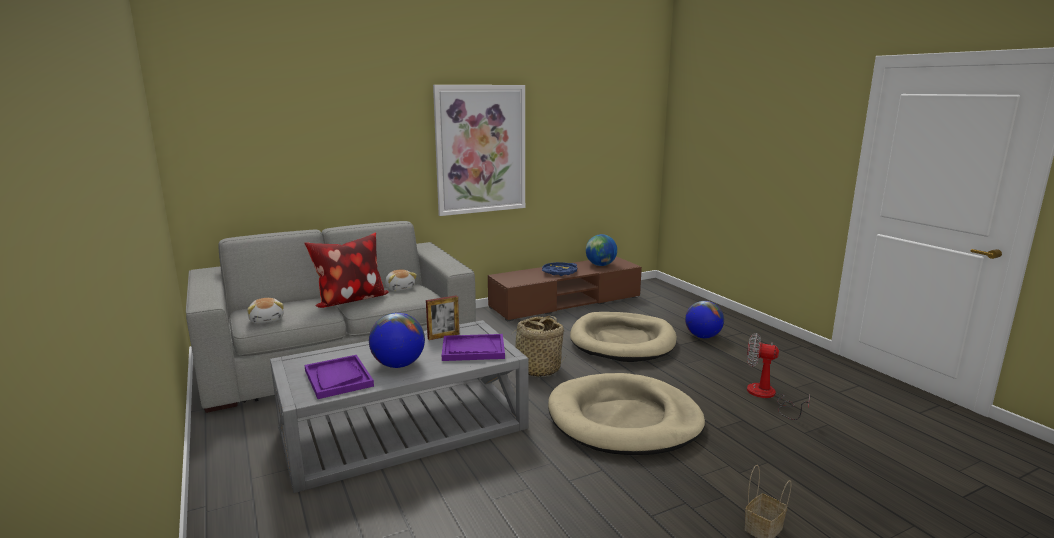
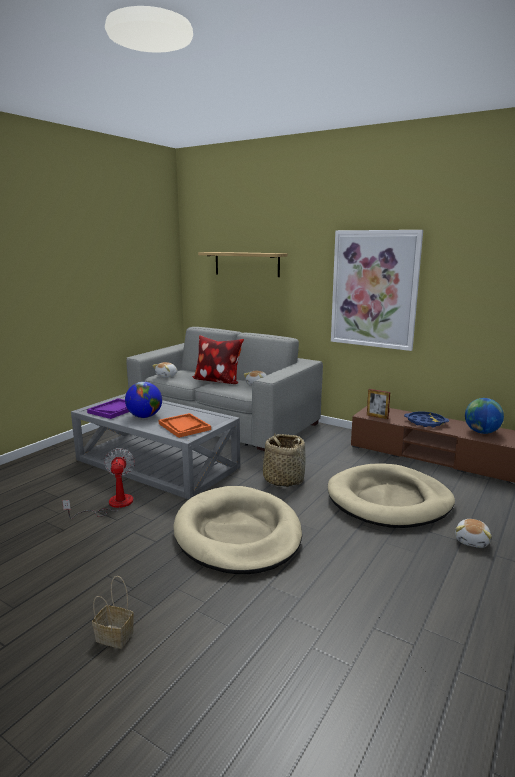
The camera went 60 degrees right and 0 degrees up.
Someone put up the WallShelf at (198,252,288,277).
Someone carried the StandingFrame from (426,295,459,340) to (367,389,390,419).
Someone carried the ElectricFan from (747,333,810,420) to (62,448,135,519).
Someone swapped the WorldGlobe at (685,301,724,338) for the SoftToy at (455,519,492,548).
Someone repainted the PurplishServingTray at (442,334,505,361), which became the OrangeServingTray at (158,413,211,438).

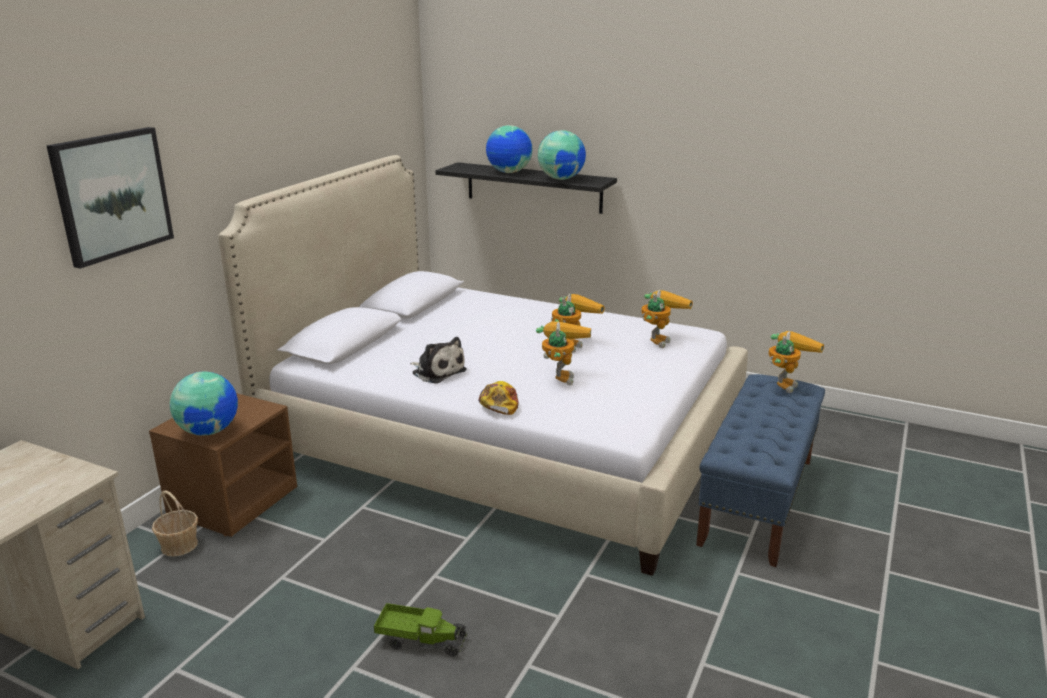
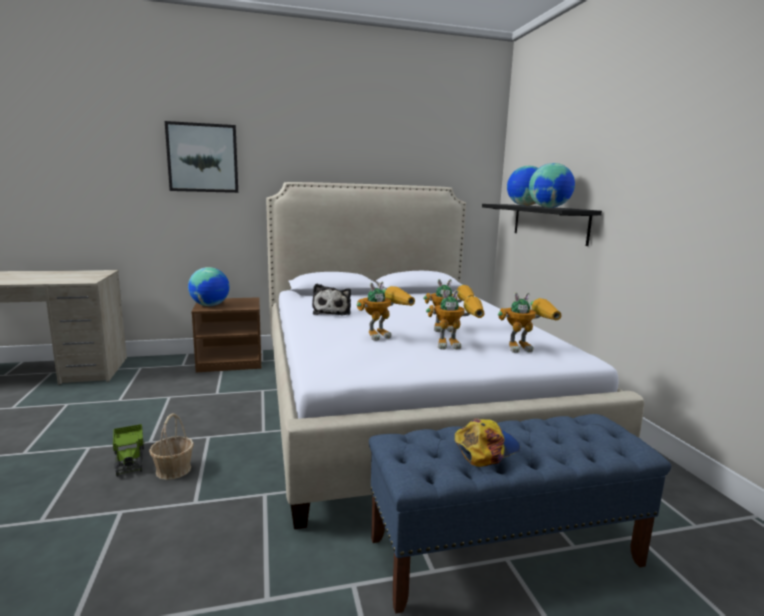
The camera went 50 degrees right and 10 degrees down.
Someone carried the Basket from (152,490,198,557) to (149,413,194,480).
Someone carried the BaseballCap from (478,381,519,415) to (455,418,520,467).
Someone carried the RobotFigure from (769,331,824,393) to (426,290,485,350).

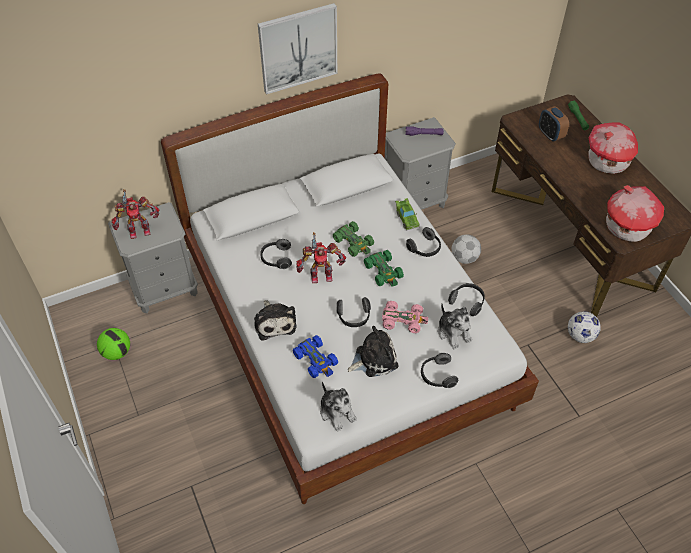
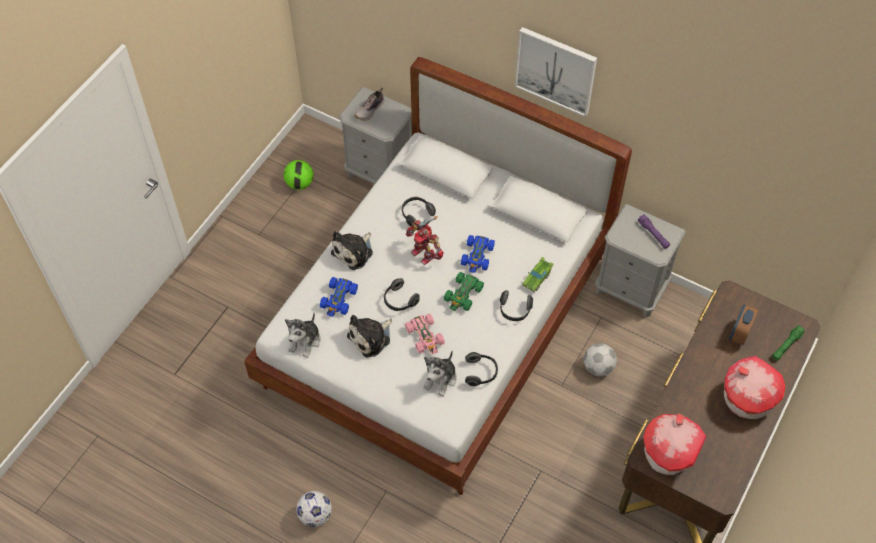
The camera went 55 degrees right and 5 degrees up.
Someone took away the Headphones at (421,353,459,388).
Someone carried the Football from (568,311,601,343) to (296,491,332,527).
Someone swapped the RobotFigure at (112,189,159,239) for the ItemOfFootwear at (354,88,384,120).
Someone repainted the GreenMiniatureCar at (333,221,374,257), which became the BlueColouredMiniatureCar at (461,235,495,273).
Someone rotated the SoftToy at (348,326,399,377) by 105 degrees clockwise.

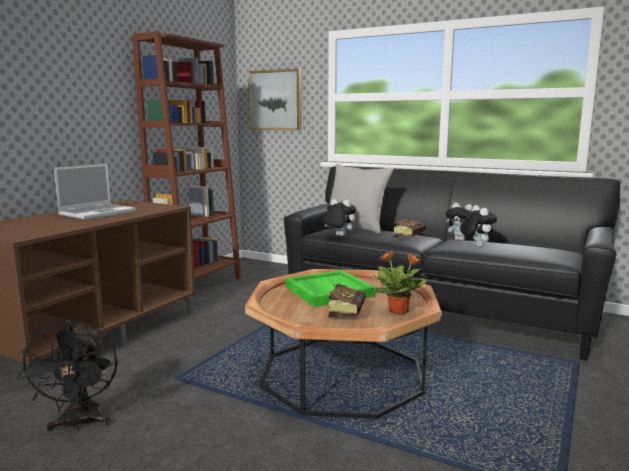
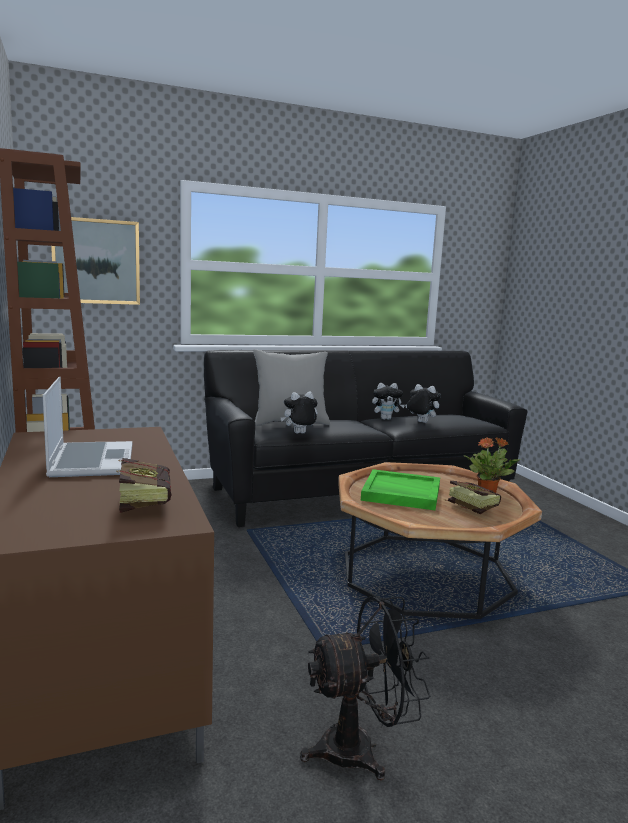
The camera went 50 degrees left and 0 degrees up.
Someone carried the Book from (393,217,426,238) to (119,458,172,513).
Someone rotated the BlackishElectricFan at (18,320,118,431) by 45 degrees counterclockwise.

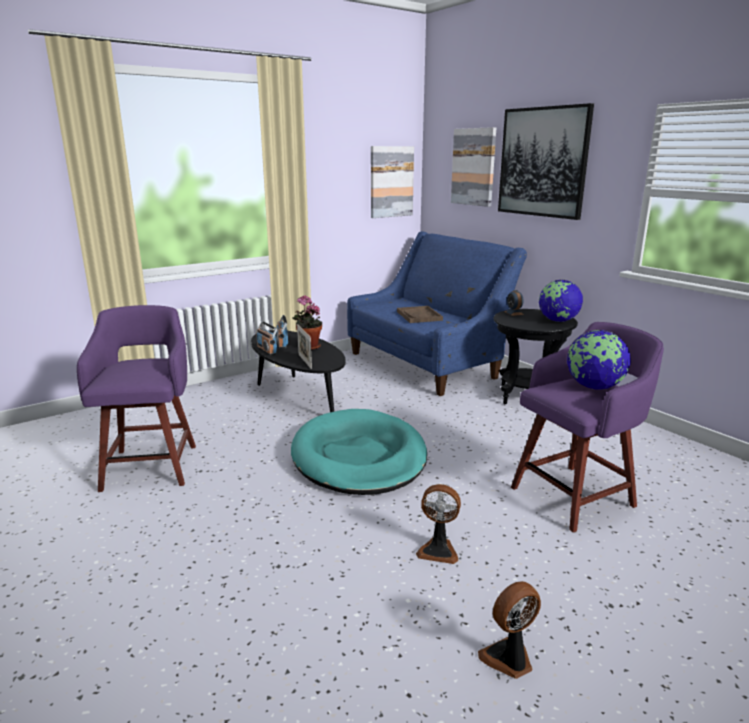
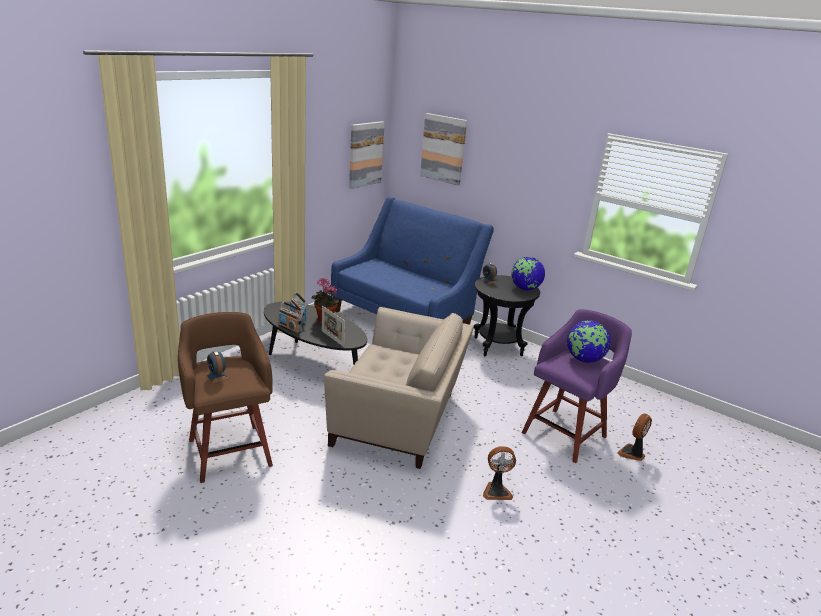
The camera went 20 degrees left and 5 degrees up.
Someone took away the BrownishServingTray at (397,306,443,323).
Someone took away the WallPicture at (498,103,594,220).
Someone put down the TableClock at (206,351,228,383).
Someone carried the ElectricFan from (478,581,541,679) to (617,413,652,461).
Someone swapped the TurquoiseColouredDogBed at (291,409,427,495) for the BeigeColouredArmchair at (324,307,474,469).
Someone repainted the PurplishStool at (77,305,196,492), which became the BrownishStool at (178,312,273,483).

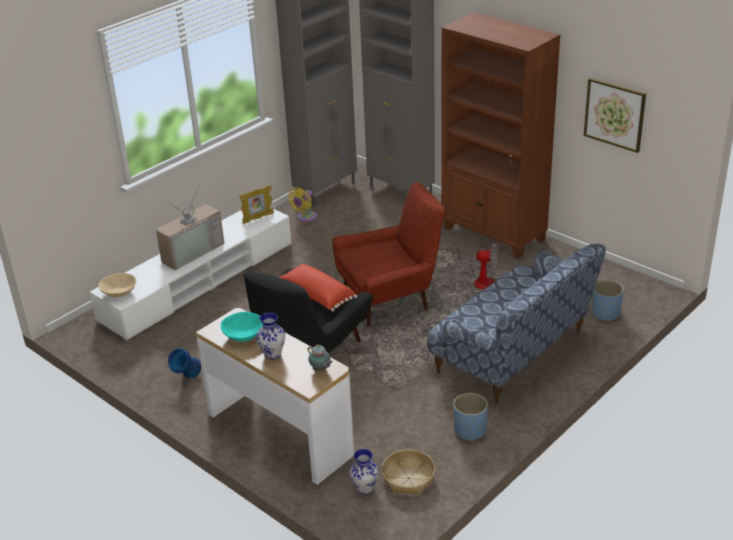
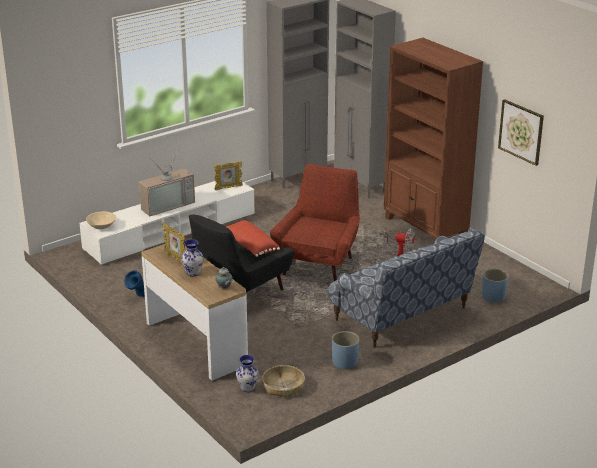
The camera went 10 degrees right and 5 degrees down.
Someone took away the YellowishElectricFan at (288,187,317,222).
Someone swapped the TurquoiseColouredBowl at (220,312,263,342) for the StandingFrame at (162,223,186,263).
Someone rotated the RedColouredArmchair at (332,182,445,327) by 60 degrees counterclockwise.

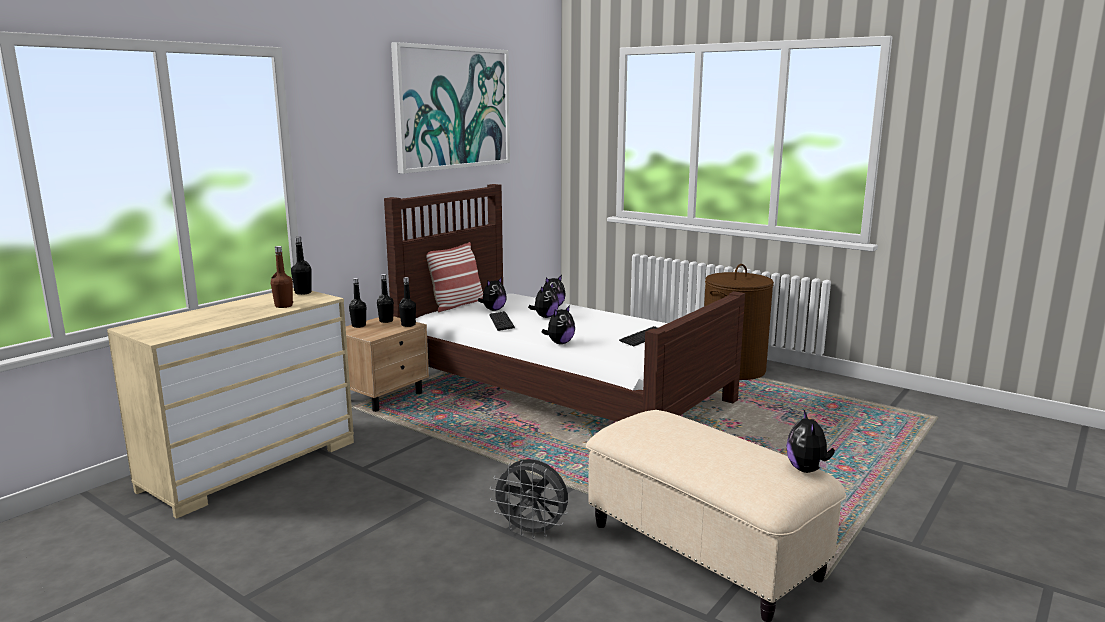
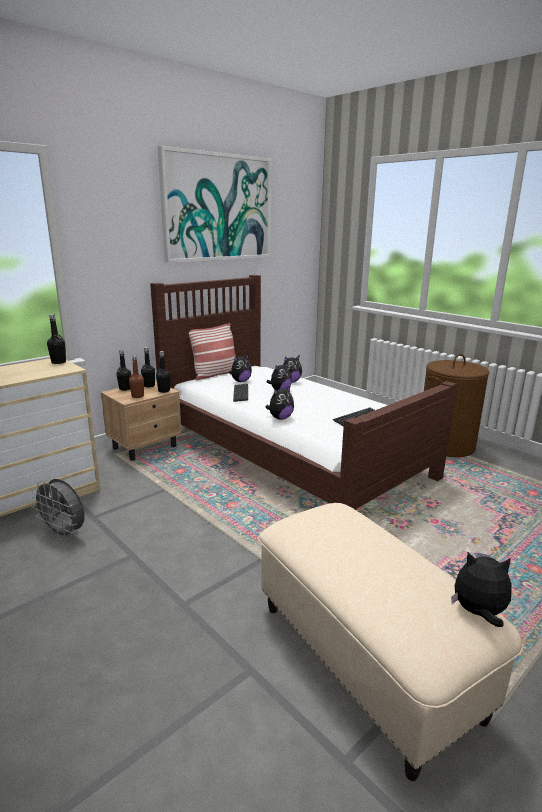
The camera went 10 degrees right and 5 degrees up.
Someone carried the BrownishDrinkBottle from (271,246,293,308) to (129,355,144,398).
Someone carried the GrayElectricFan from (490,459,568,539) to (31,479,85,540).
Someone rotated the SoftToy at (786,410,835,473) by 90 degrees clockwise.

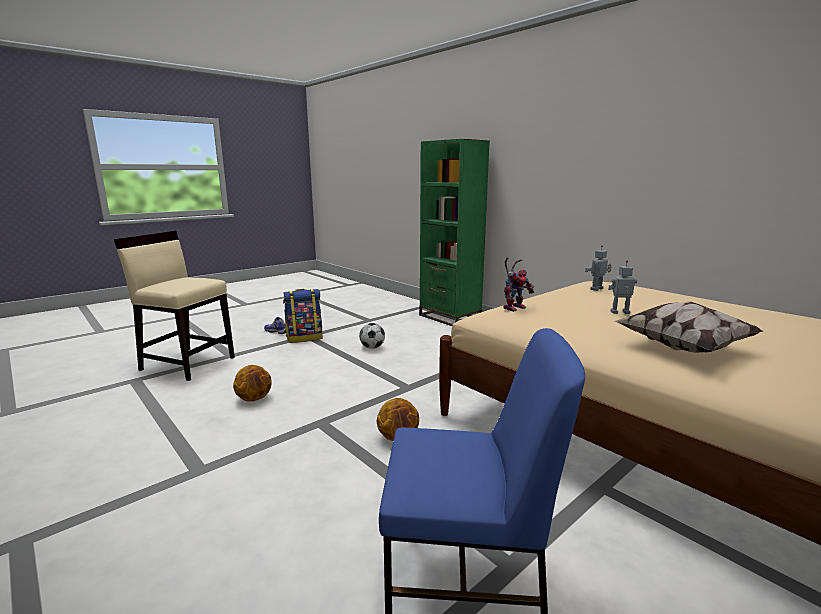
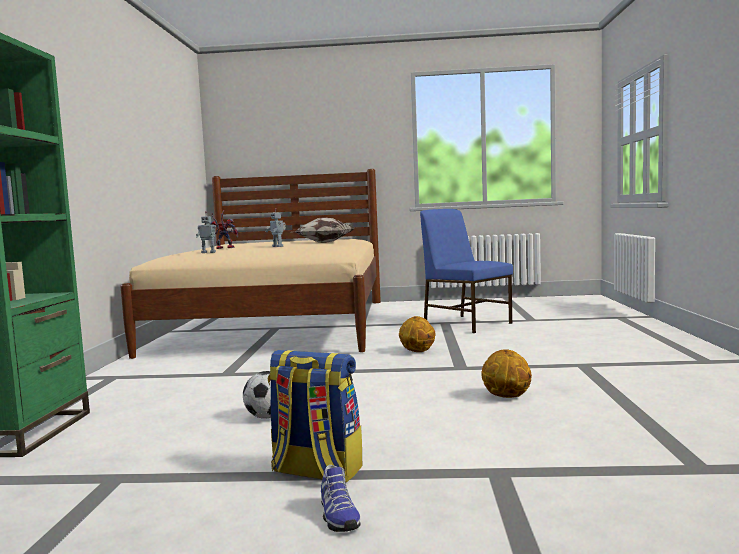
The camera went 135 degrees left and 10 degrees down.
Someone took away the BeigeColouredPlainChair at (114,231,235,381).
Someone carried the RobotFigure from (503,257,534,312) to (210,210,238,249).

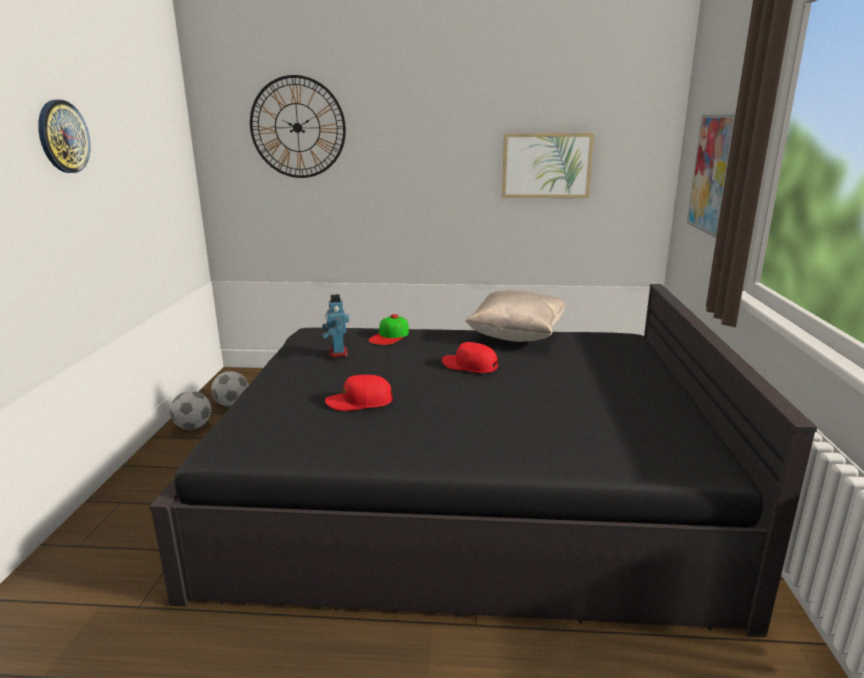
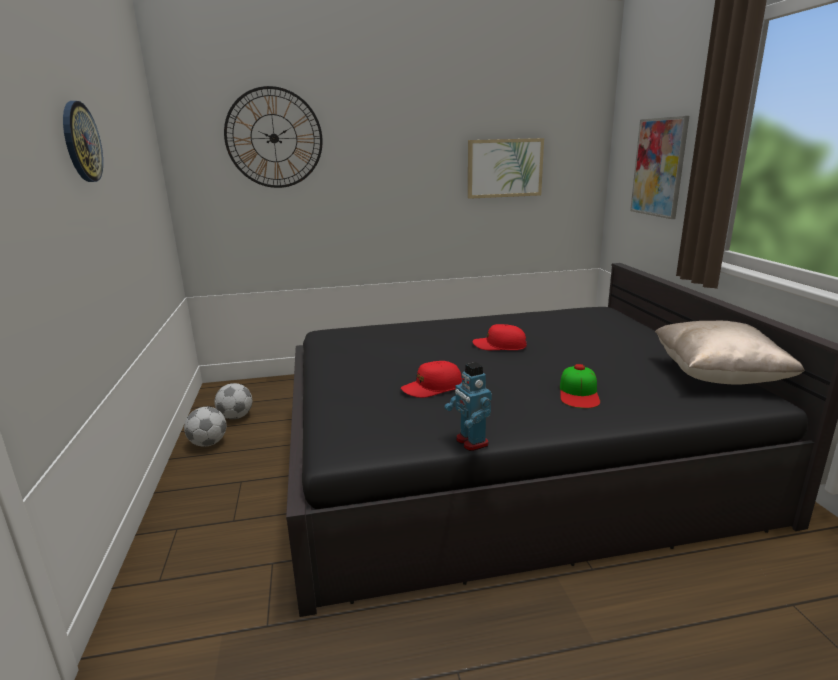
The camera went 15 degrees left and 0 degrees up.
Someone carried the RobotFigure from (322,294,349,357) to (444,362,492,451).
Someone carried the BaseballCap from (368,314,409,345) to (560,364,600,408).
Someone carried the BeigeColouredThrowPillow from (465,290,566,342) to (655,321,805,385).

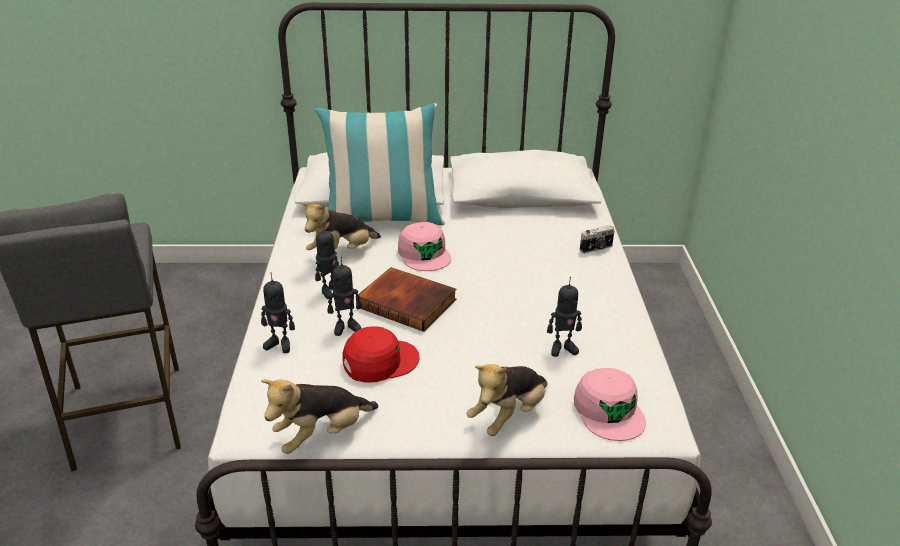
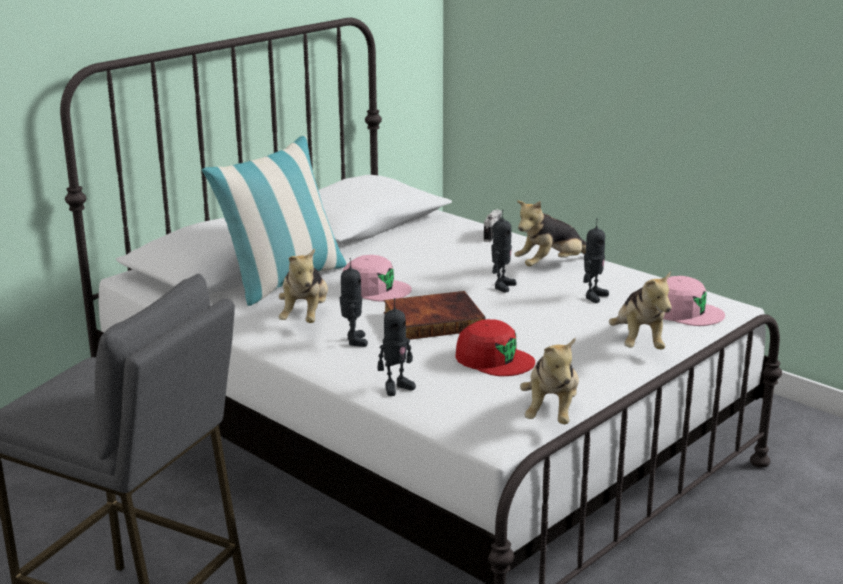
The camera went 45 degrees left and 10 degrees down.
Someone put down the SoftToy at (514,200,586,266).
Someone carried the RobotFigure from (328,257,362,336) to (491,210,516,293).
Someone rotated the RedColouredBaseballCap at (343,326,419,383) by 105 degrees clockwise.

